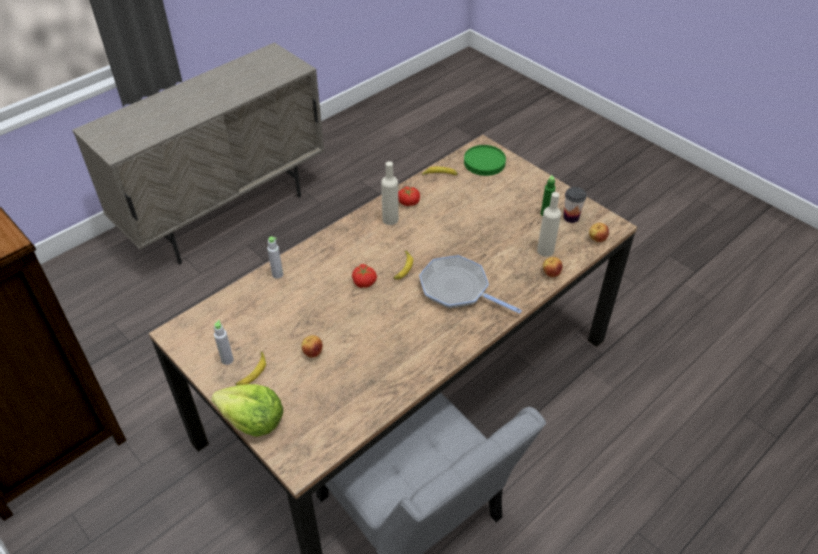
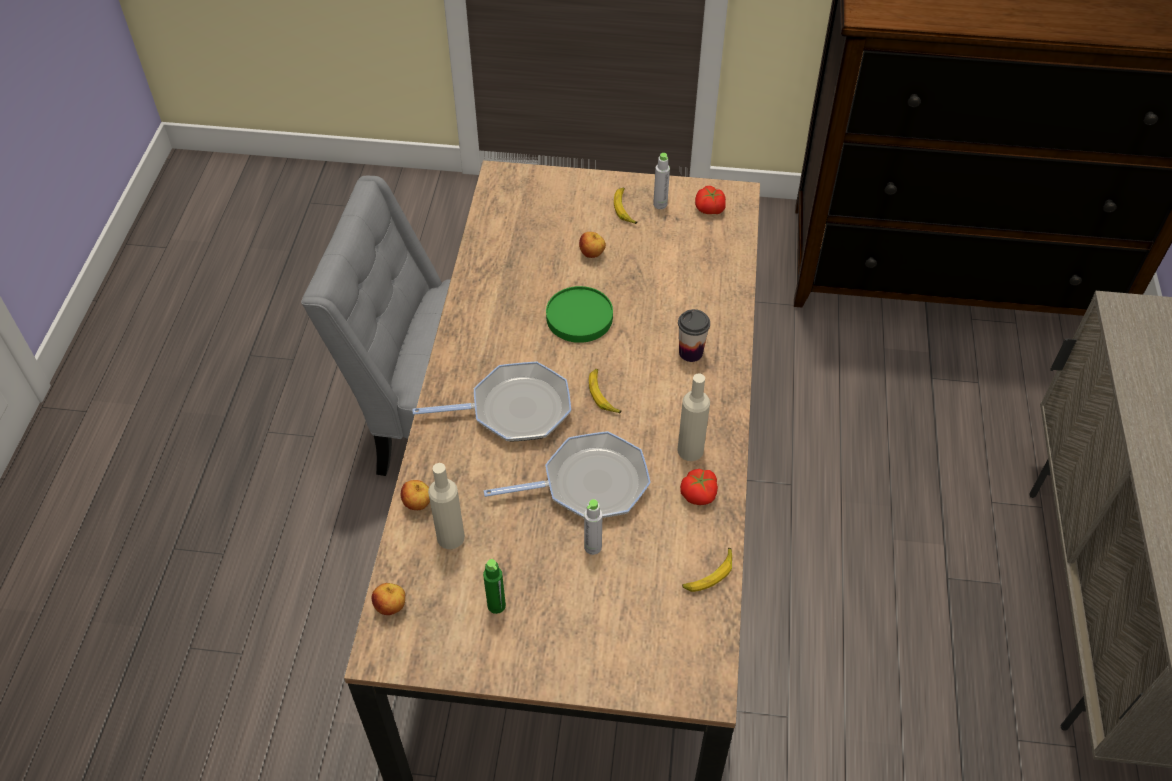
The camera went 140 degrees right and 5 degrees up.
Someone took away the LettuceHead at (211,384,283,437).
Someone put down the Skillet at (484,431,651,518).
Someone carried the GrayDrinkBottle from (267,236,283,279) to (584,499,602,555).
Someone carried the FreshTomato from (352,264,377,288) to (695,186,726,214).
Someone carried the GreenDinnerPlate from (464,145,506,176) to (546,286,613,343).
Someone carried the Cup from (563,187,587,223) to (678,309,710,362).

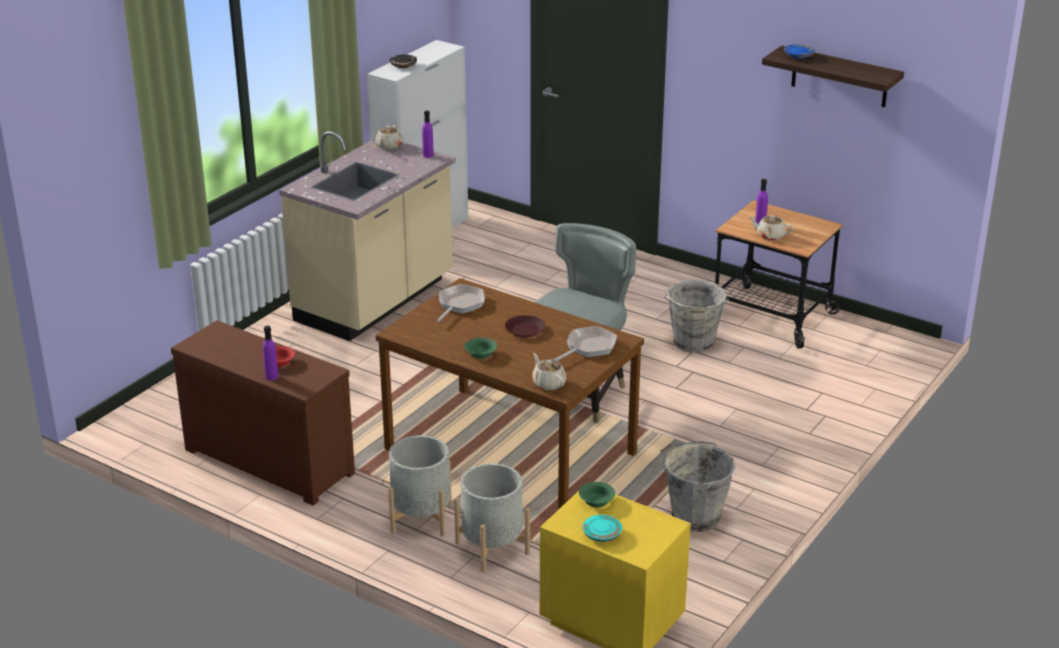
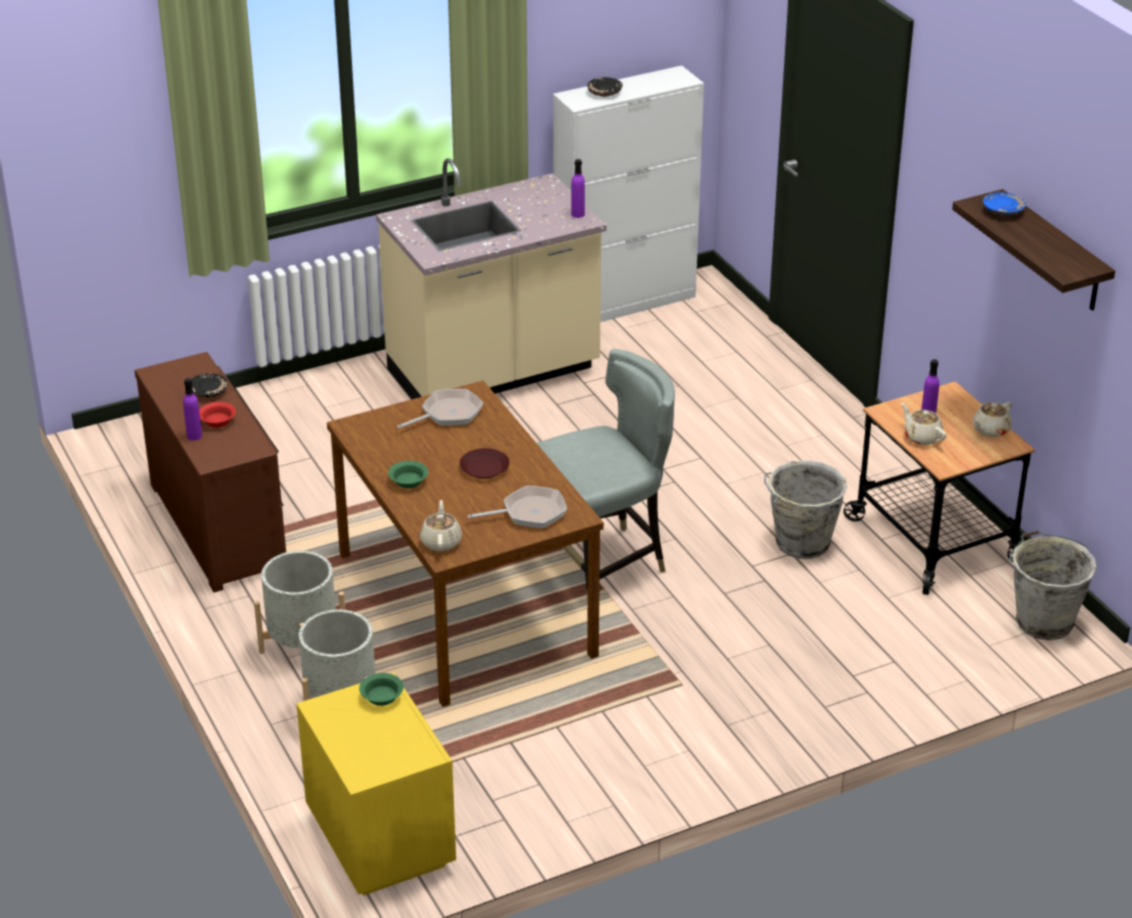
The camera went 30 degrees right and 5 degrees up.
Someone took away the TurquoiseColouredDinnerPlate at (582,515,622,542).
Someone put down the BlackishDinnerPlate at (191,373,228,398).
Someone carried the BeigeColouredTeapot from (376,125,403,149) to (973,402,1012,437).
Someone carried the GrayPail from (661,442,736,532) to (1010,530,1097,640).

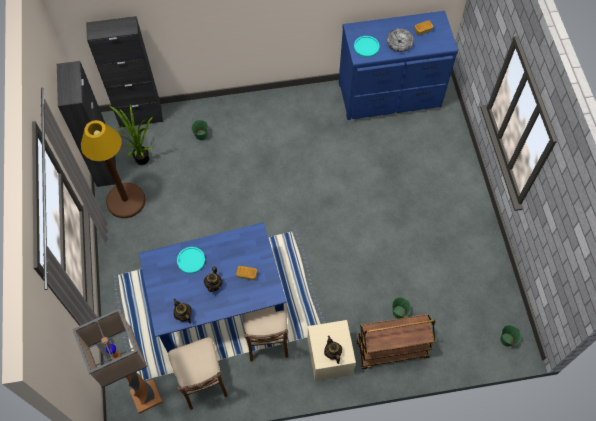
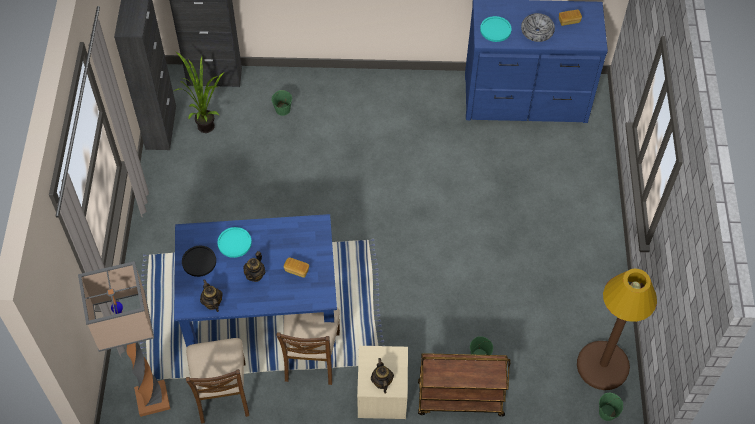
The camera went 10 degrees right and 5 degrees down.
Someone put down the BlackishDinnerPlate at (182,246,216,277).
Someone carried the BrownishStandingLamp from (81,120,145,218) to (577,269,657,390).

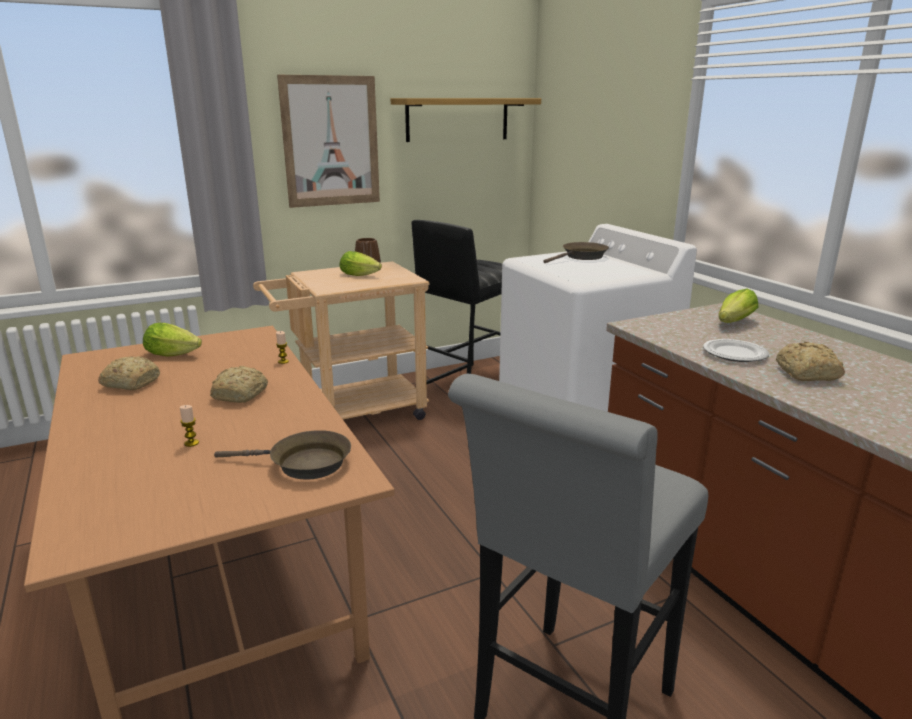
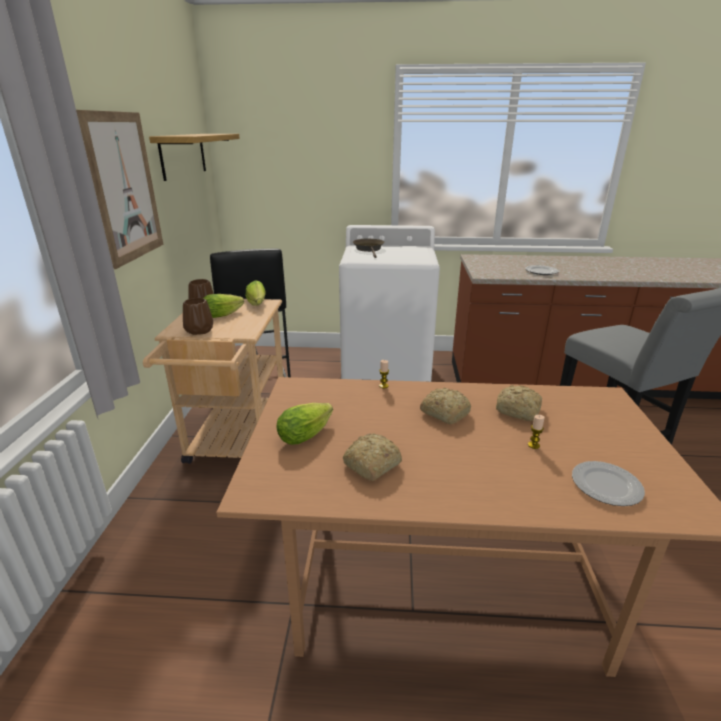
The camera went 60 degrees left and 5 degrees up.
Someone took away the BrownishSkillet at (214,430,351,480).
Someone put down the BrownishFlowerVase at (183,298,213,335).
Someone put down the DinnerPlate at (572,461,645,506).
Someone carried the LettuceHead from (719,288,758,323) to (245,280,266,306).
Someone carried the BakeryBread from (776,342,845,381) to (496,385,542,421).

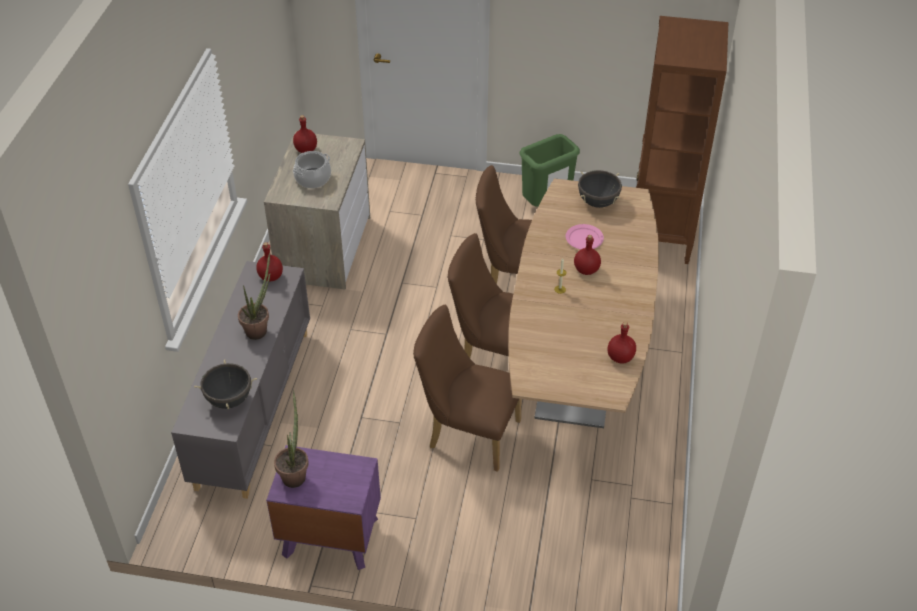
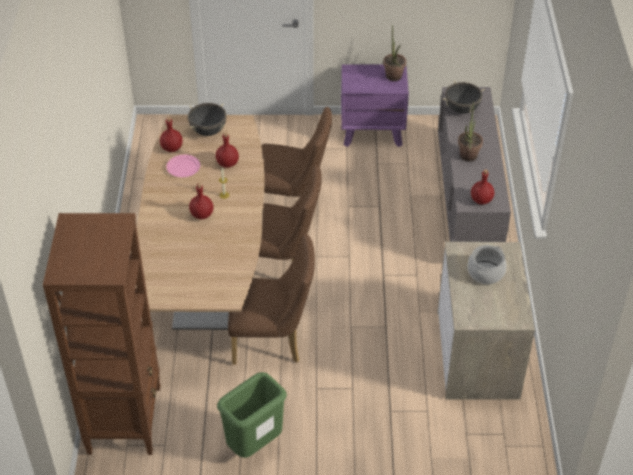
The camera went 170 degrees right and 0 degrees up.
Someone carried the RedColouredDrinkBottle from (293,115,317,153) to (216,132,239,168).
Someone carried the PinkDinnerPlate from (566,224,604,249) to (166,155,200,177).
Someone carried the BlackishSaucepot from (578,170,622,208) to (188,103,227,136).

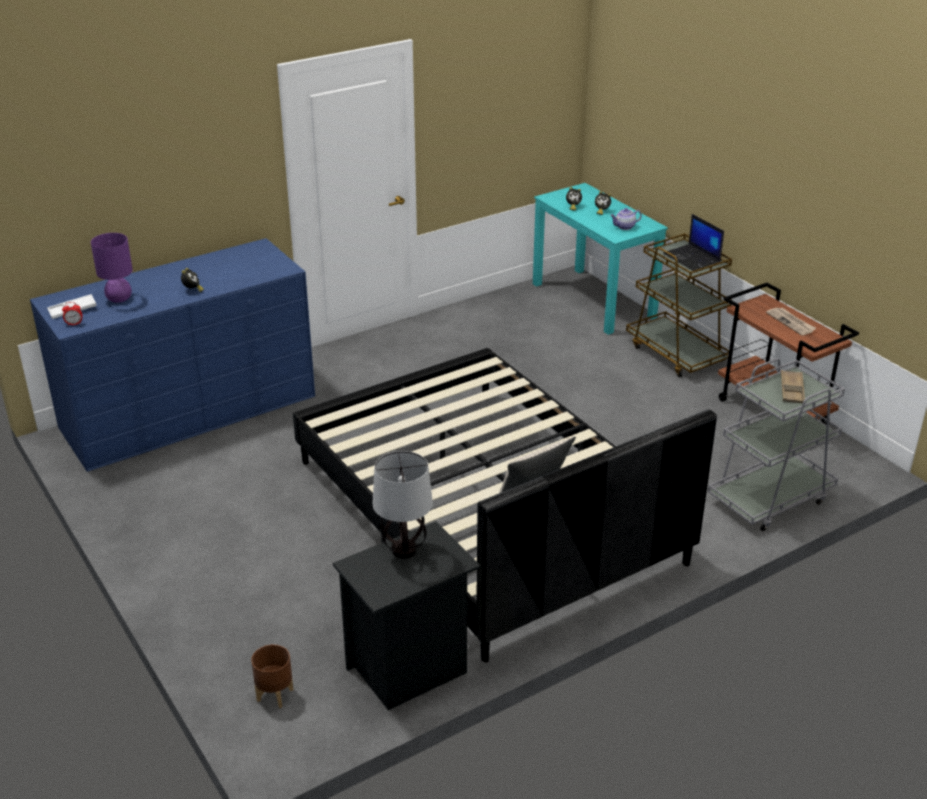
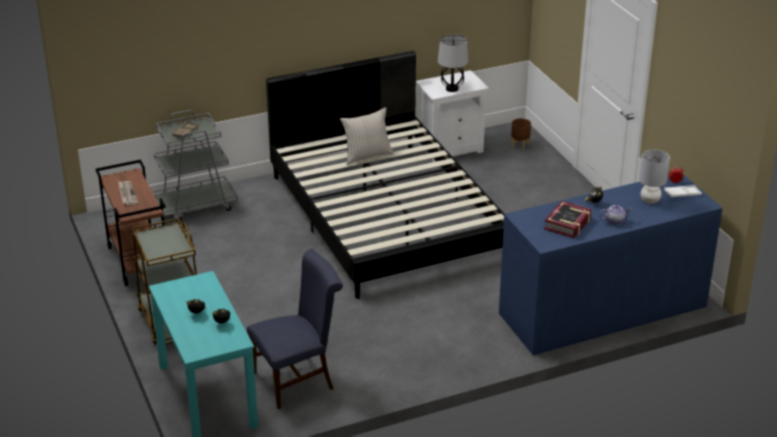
The camera went 170 degrees left and 0 degrees up.
Someone took away the Laptop at (663,214,724,271).
Someone put down the BlueColouredPlainChair at (247,249,343,409).
Someone put down the Book at (544,201,592,238).
Someone carried the Teapot from (610,208,642,230) to (600,205,632,225).
Someone repainted the PurplishTableLamp at (91,233,133,303), which became the GrayTableLamp at (639,149,670,204).
Someone repainted the BlackishNightTable at (333,521,480,710), which became the WhiteNightTable at (416,70,489,162).

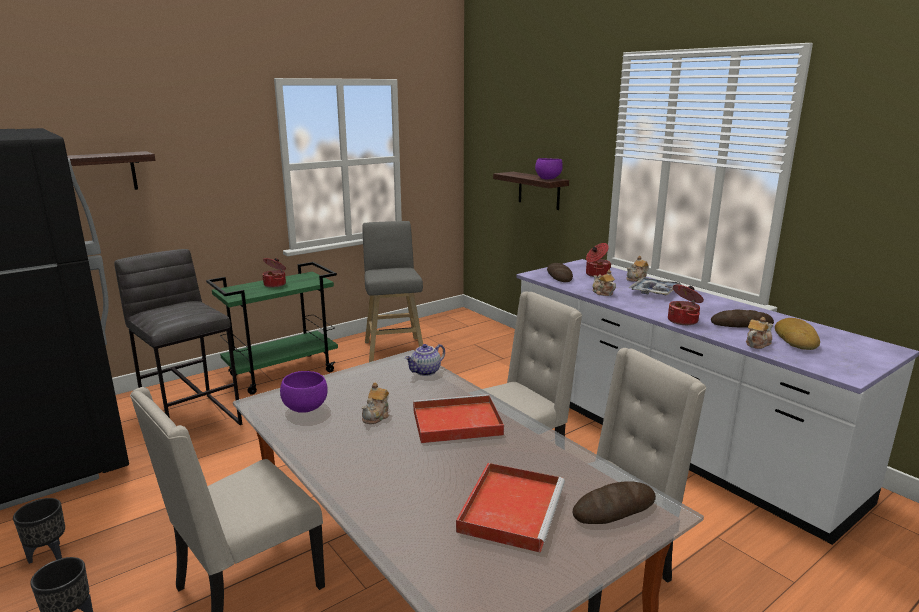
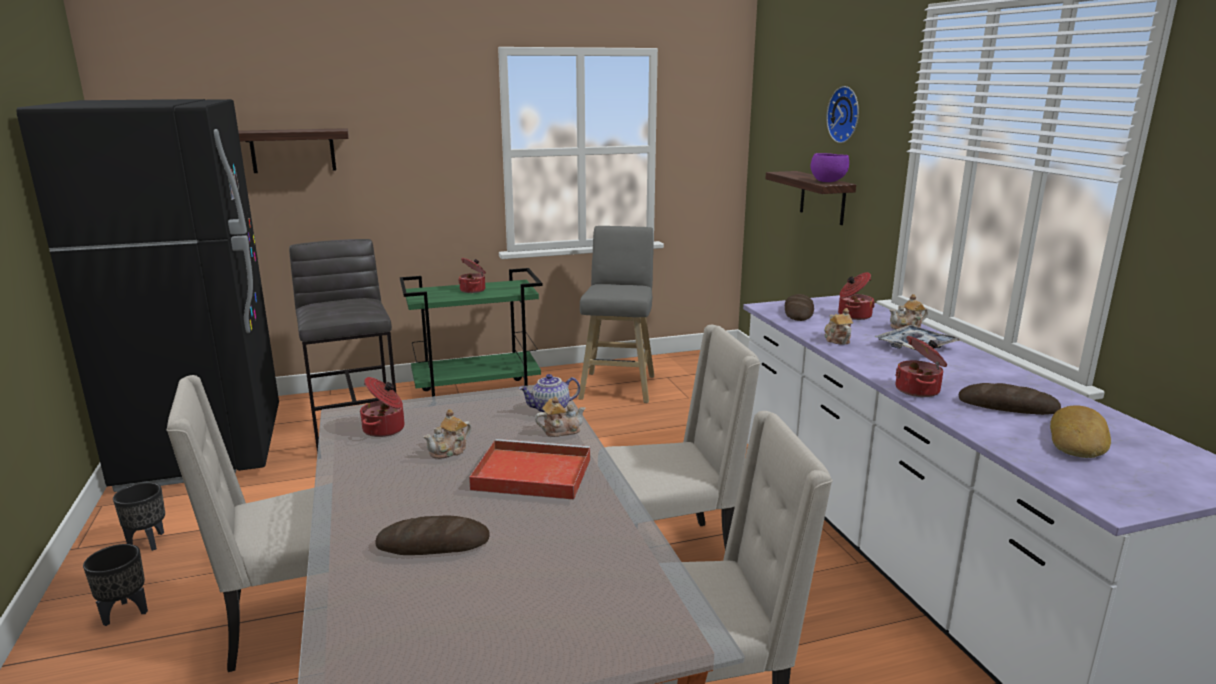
The camera went 20 degrees right and 0 degrees up.
Someone took away the RedColouredServingTray at (456,463,565,553).
Someone put up the ClockOnTheWall at (826,86,859,143).
Someone carried the BakeryBread from (573,481,656,524) to (375,515,490,555).
Someone carried the Teapot from (746,317,773,349) to (535,396,586,437).
Someone swapped the PurplishBowl at (280,371,328,413) for the Saucepot at (360,377,405,437).

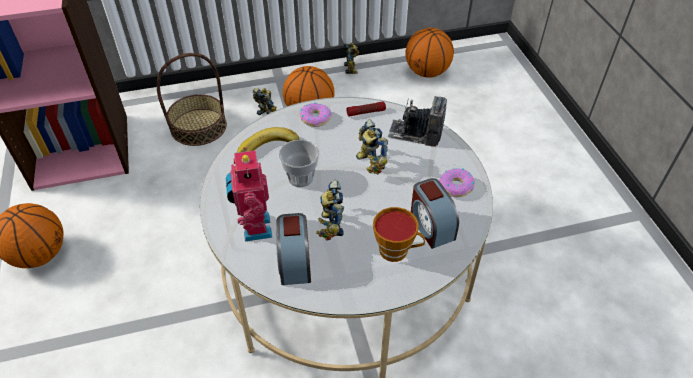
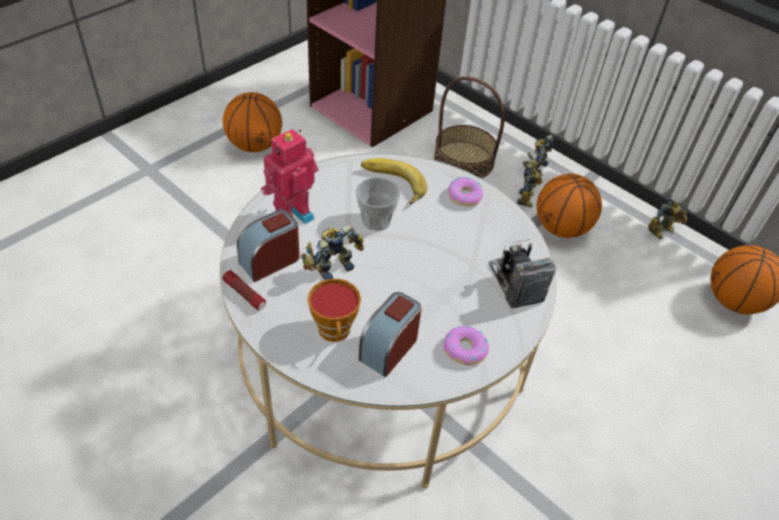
The camera went 55 degrees right and 0 degrees up.
Someone carried the Flashlight from (346,101,386,117) to (222,270,266,310).
Someone carried the RobotFigure from (356,119,388,174) to (522,135,554,173).

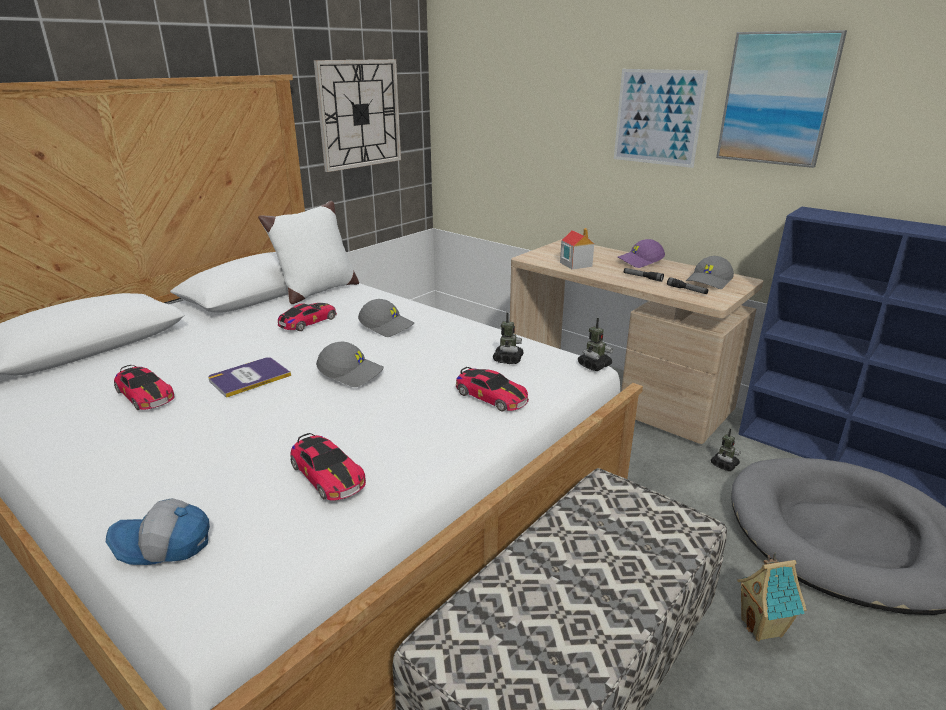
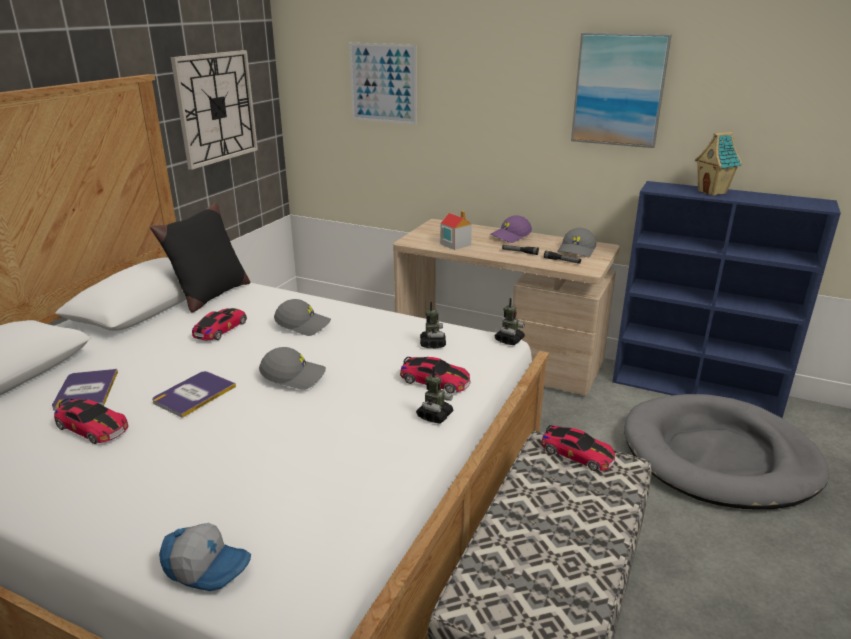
The camera went 15 degrees left and 0 degrees up.
Someone put down the Book at (52,369,118,411).
Someone carried the MiniatureCar from (290,433,366,501) to (541,425,615,471).
Someone carried the WallPicture from (614,69,708,168) to (349,43,417,125).
Someone carried the RobotFigure from (711,429,741,471) to (416,366,453,424).
Someone carried the ToyHouse from (737,553,807,642) to (695,131,742,196).
Someone repainted the WhiteThrowPillow at (258,201,359,304), which became the BlackishThrowPillow at (150,203,250,312).
Someone rotated the BaseballCap at (106,498,210,565) by 150 degrees counterclockwise.

